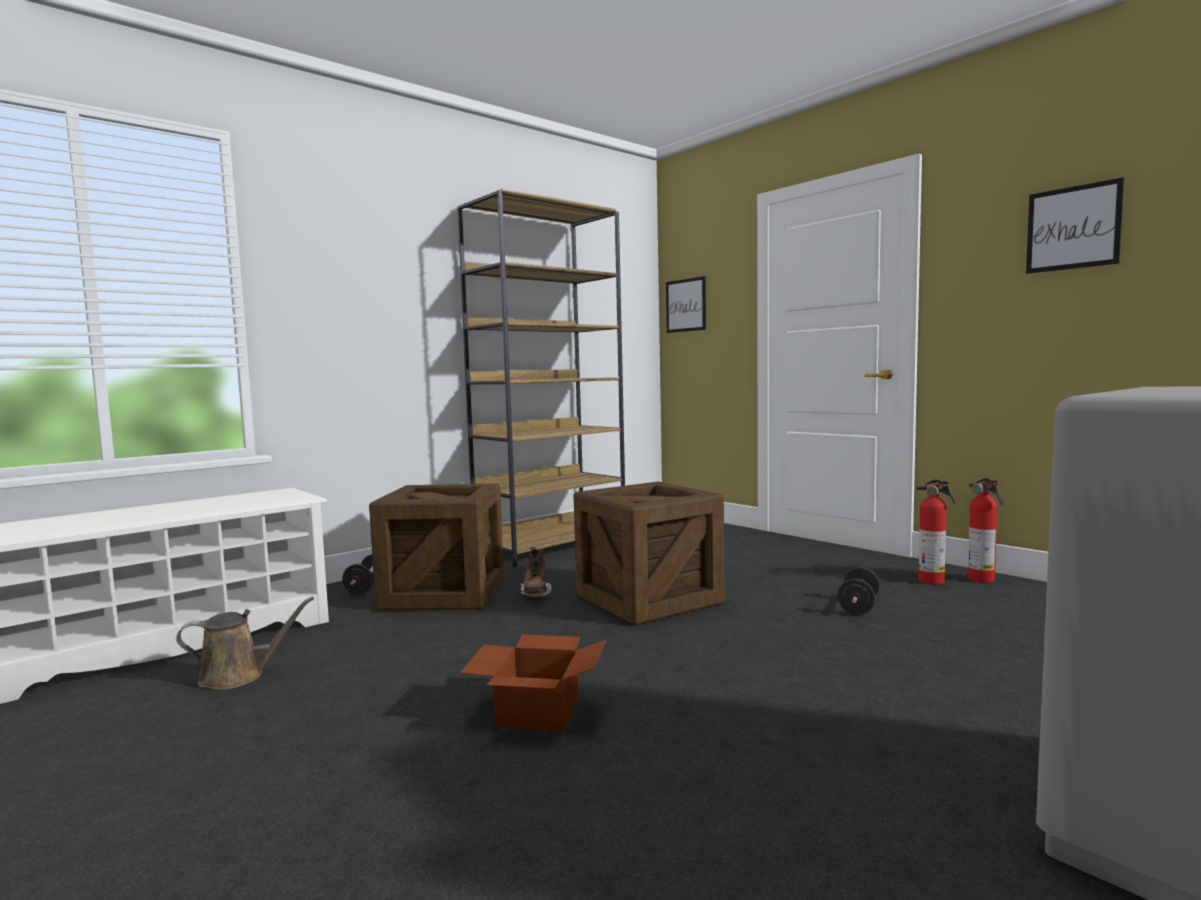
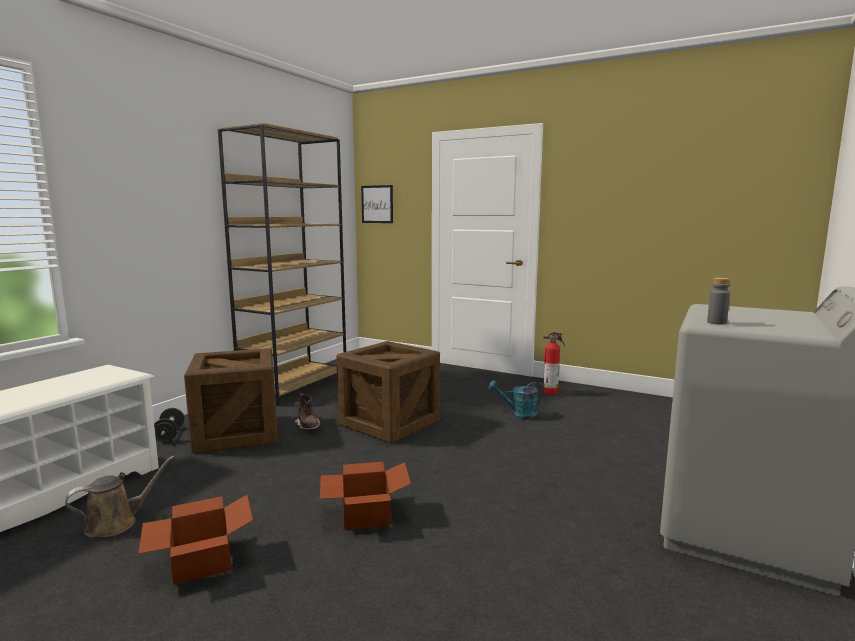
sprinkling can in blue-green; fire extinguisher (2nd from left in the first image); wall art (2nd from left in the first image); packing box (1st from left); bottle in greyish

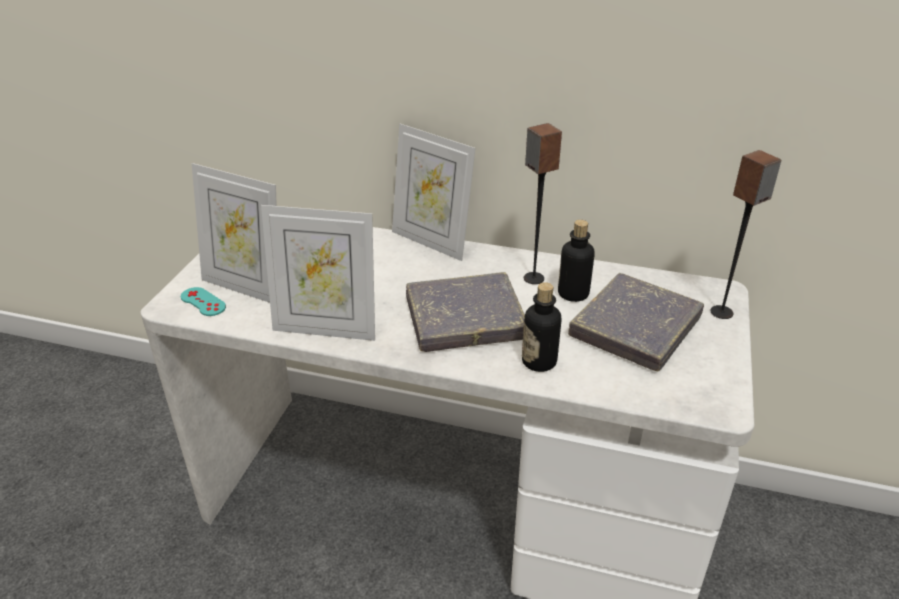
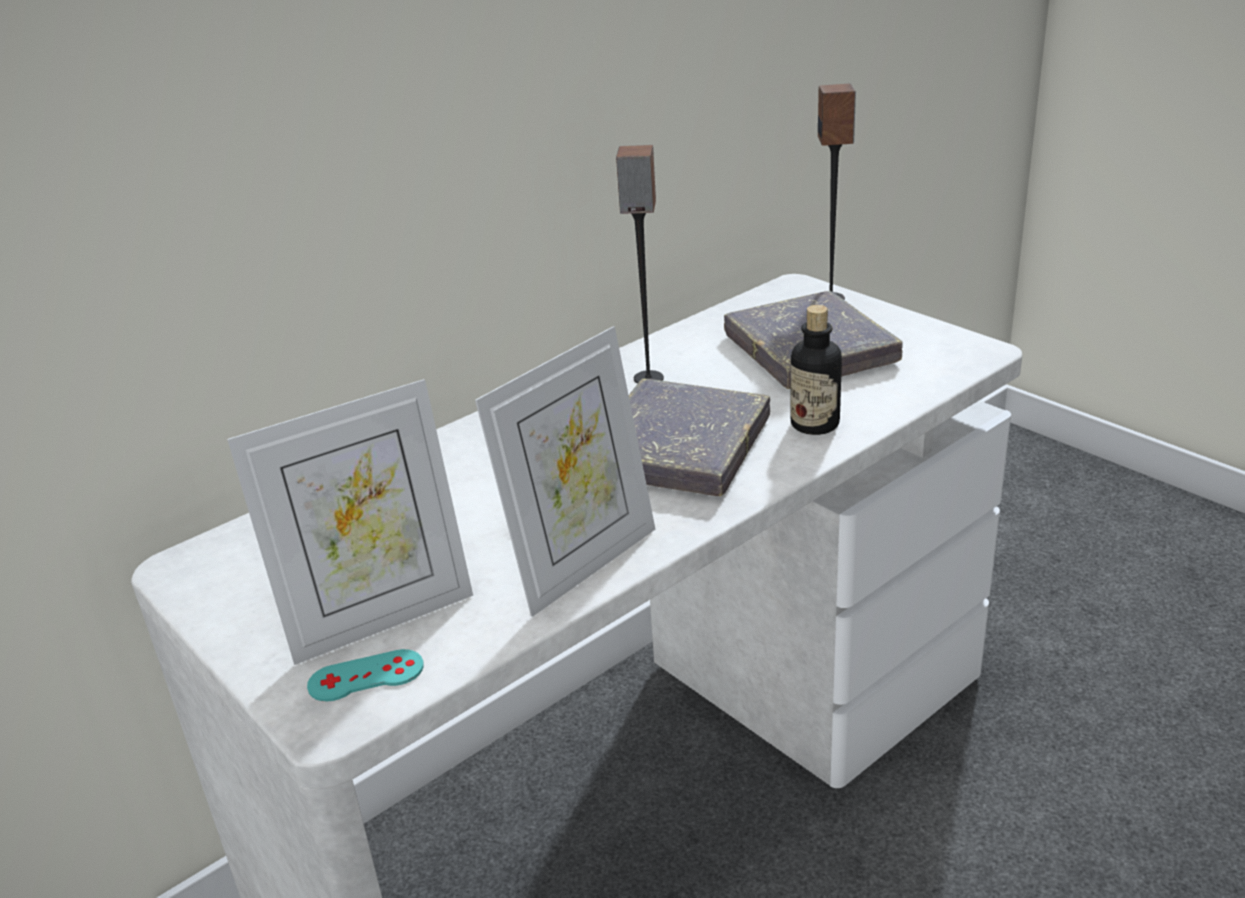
photo frame (3rd from left in the first image); bottle (2nd from left in the first image)

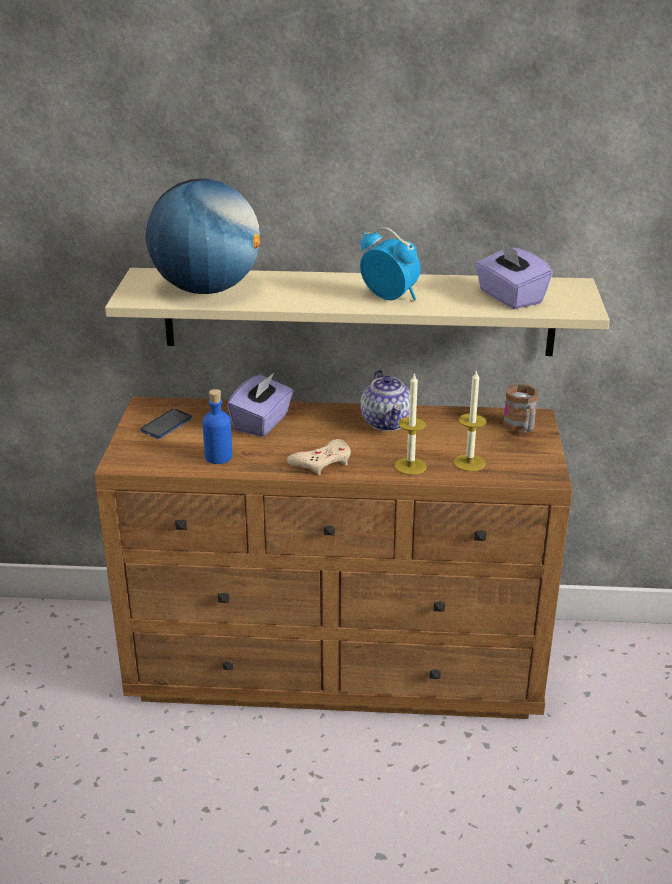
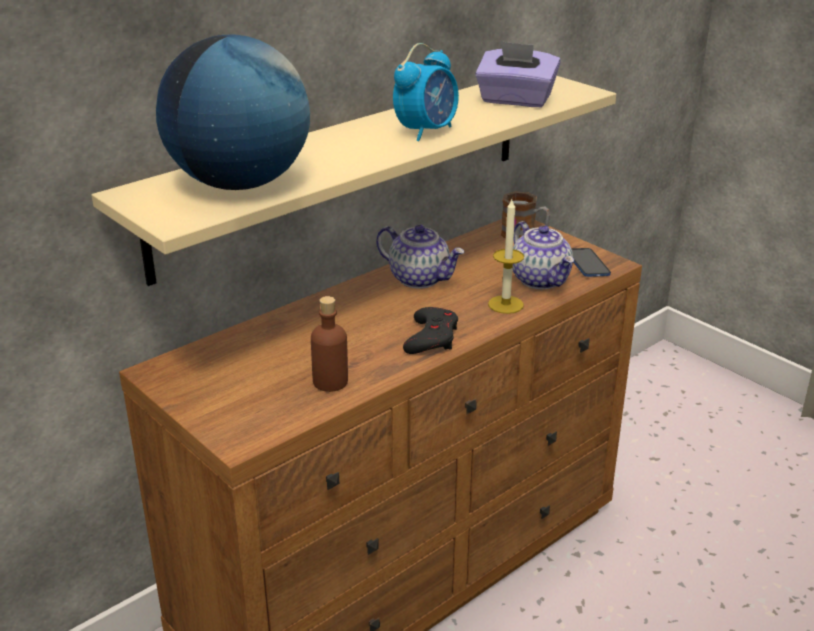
telephone; bottle in brownish; tissue box in purplish (1st from left in the first image); gamepad in black-coloured; bedside clock; teapot (2nd from left)

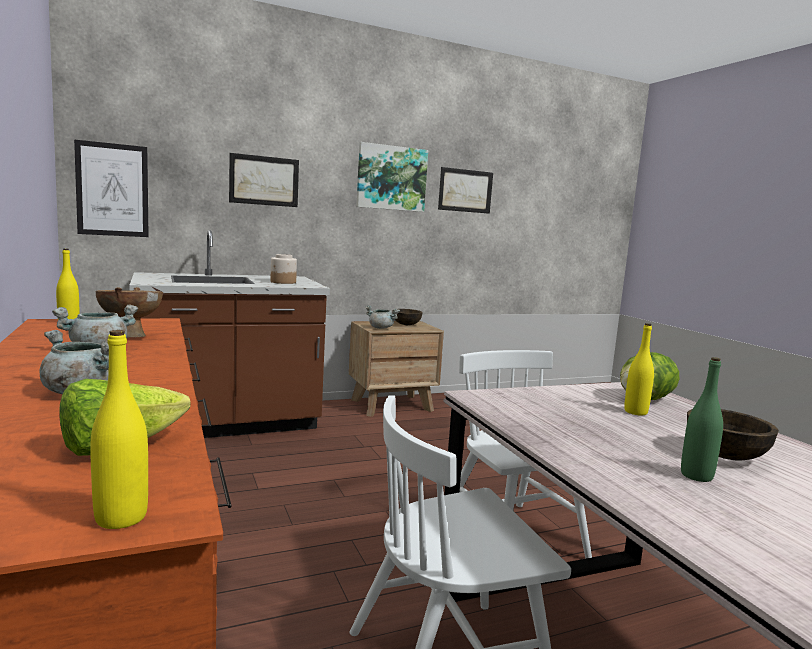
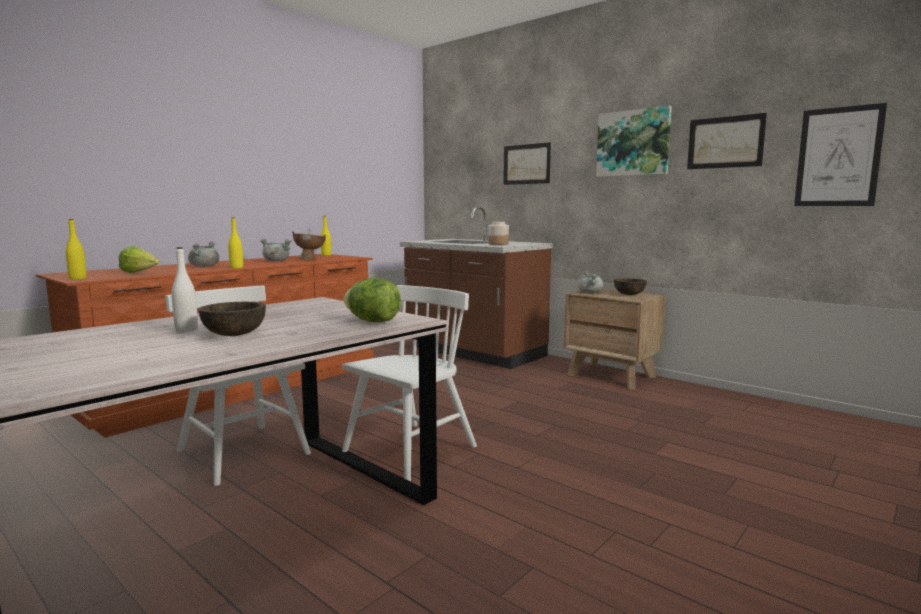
wall art (4th from left); bottle in yellow-coloured (2nd from left); bottle in white

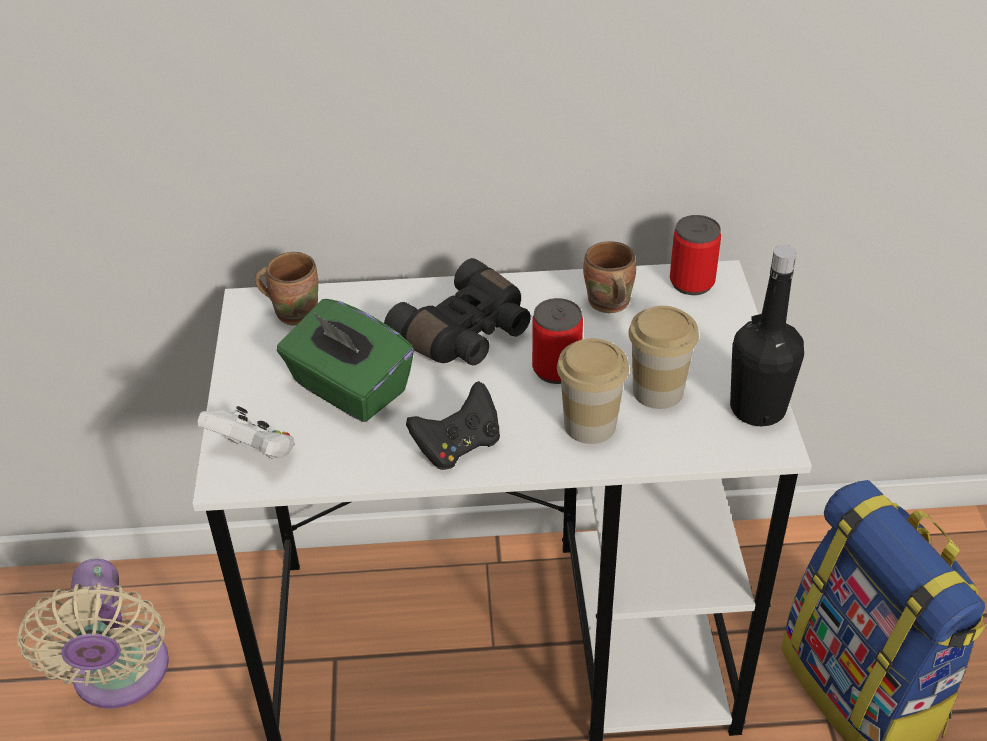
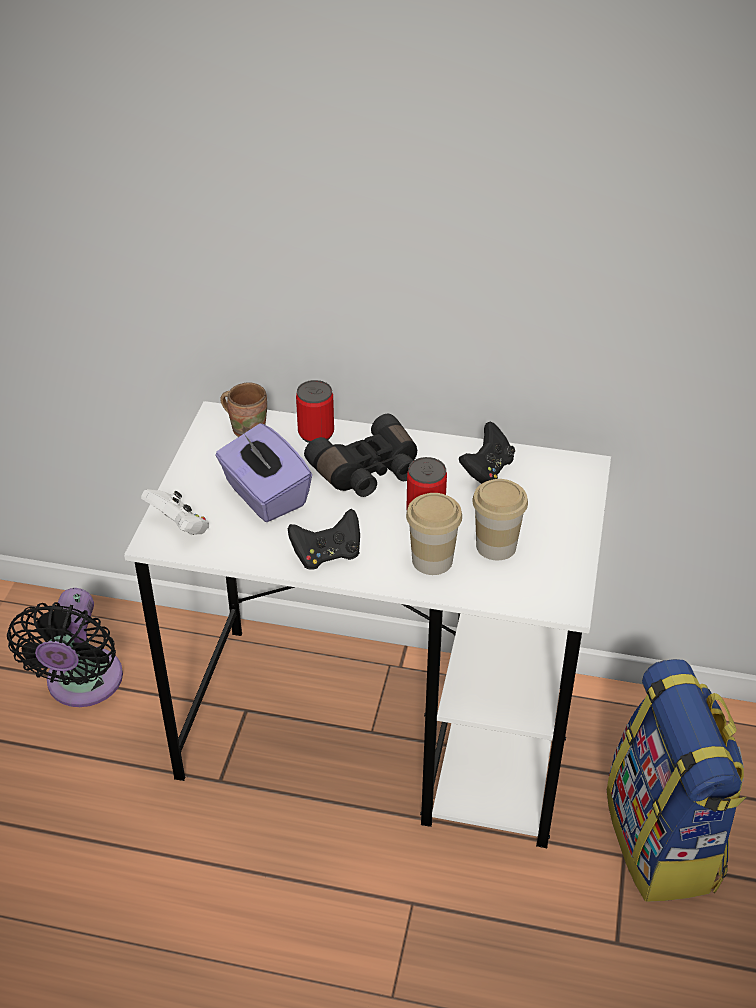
cooling fan in black-coloured; tissue box in purplish; gamepad in black-coloured (2nd from left); can (1st from left); bottle in black-coloured

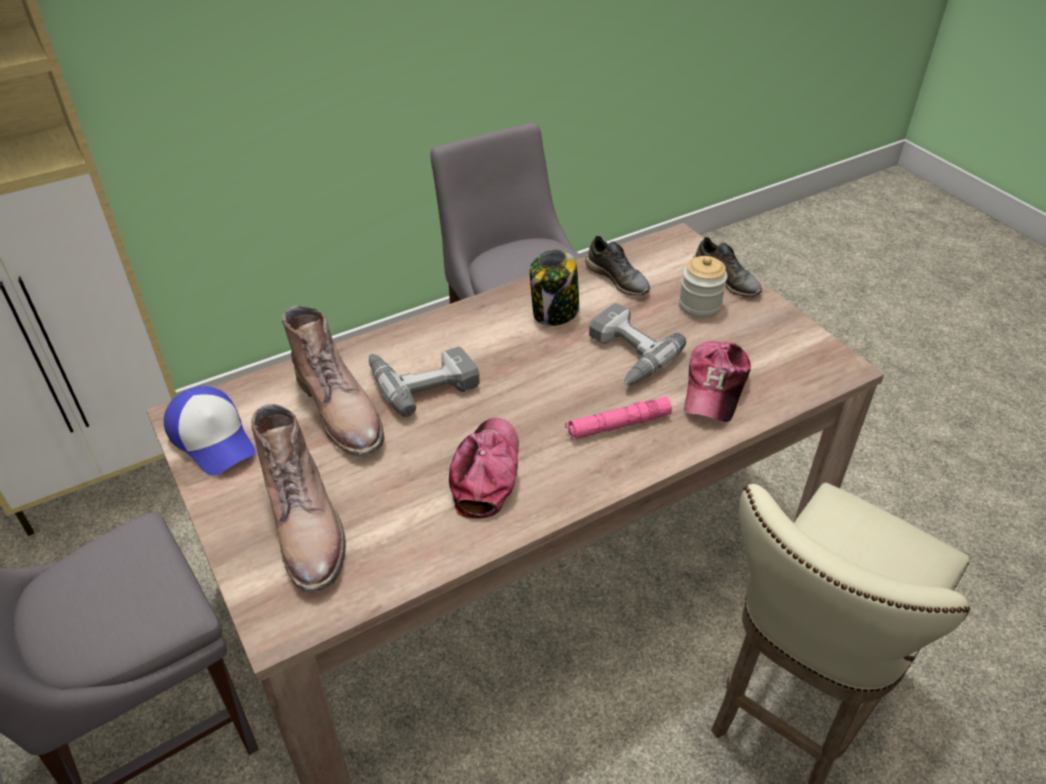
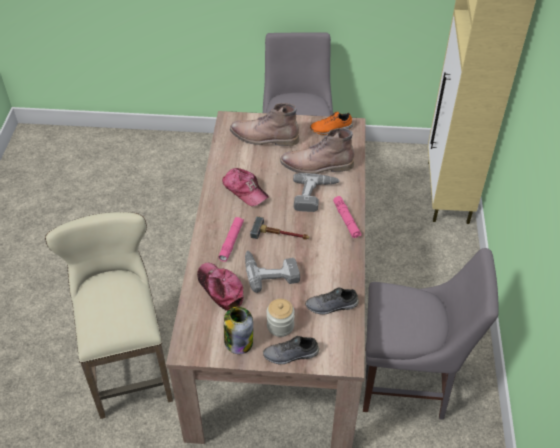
item of footwear in orange; preserve jar (1st from left); tool hammer; flashlight in pinkish (2nd from left)

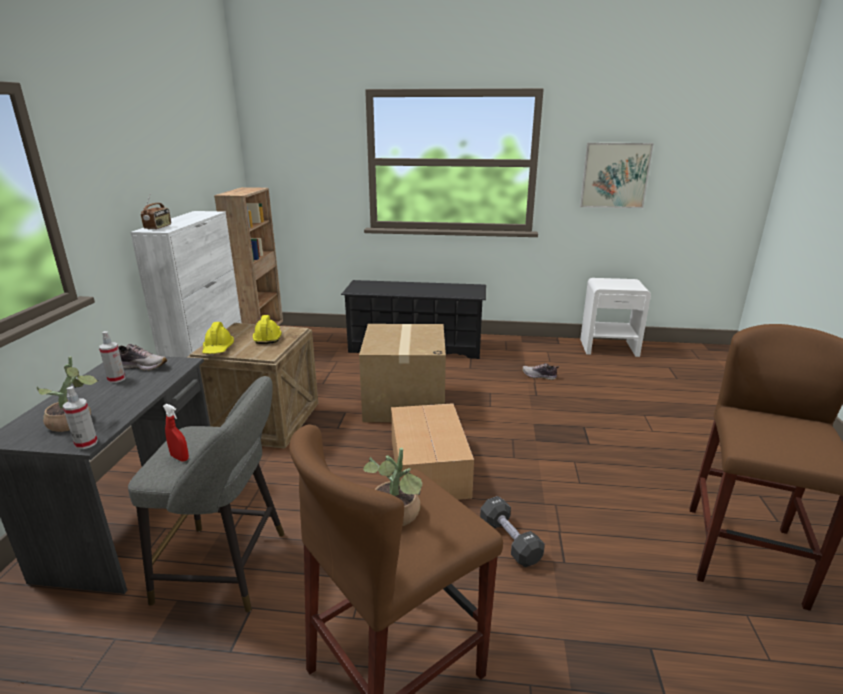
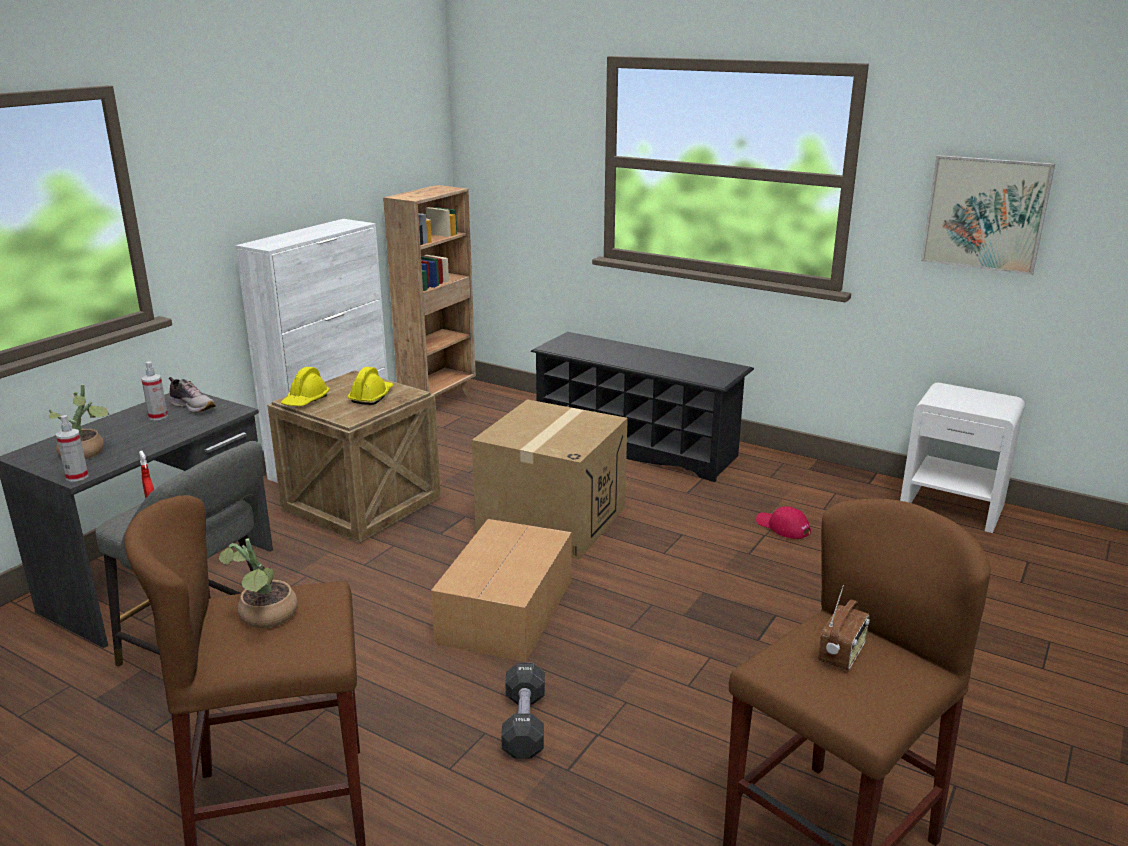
radio; cap in red

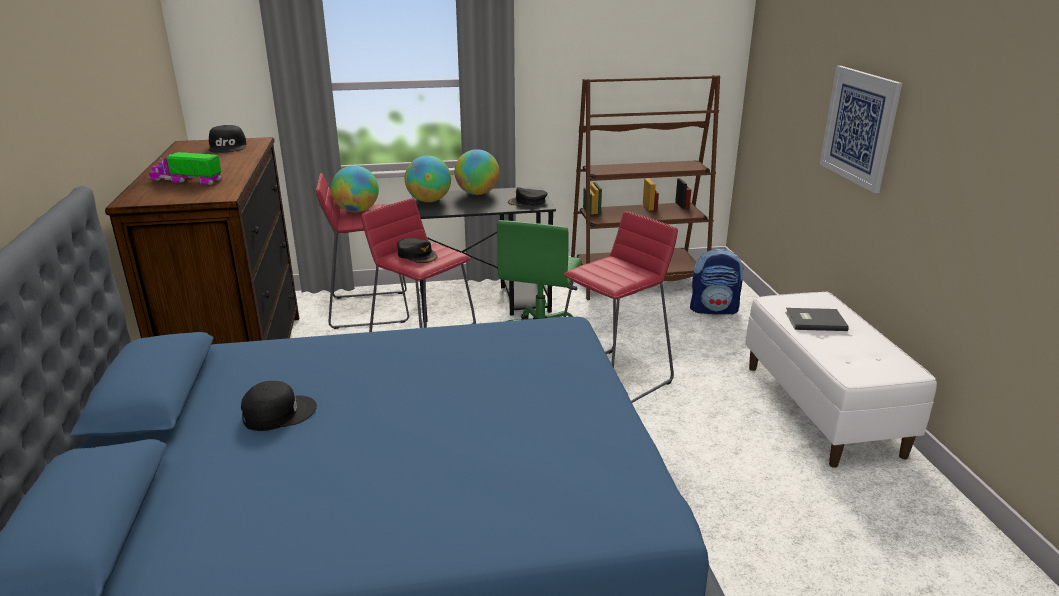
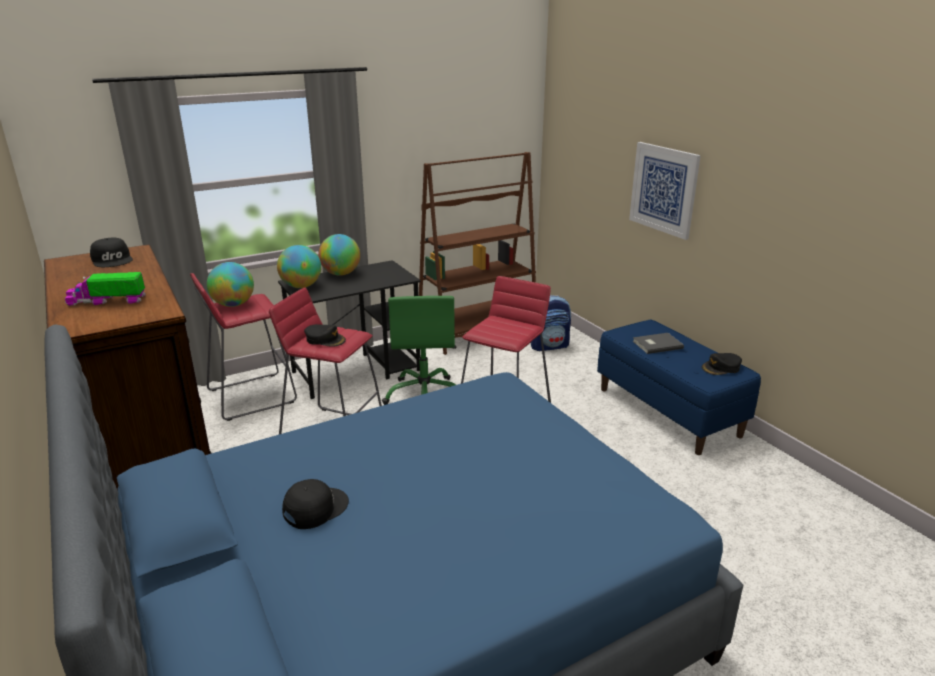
cap in black-coloured (4th from left); long seat in blue

